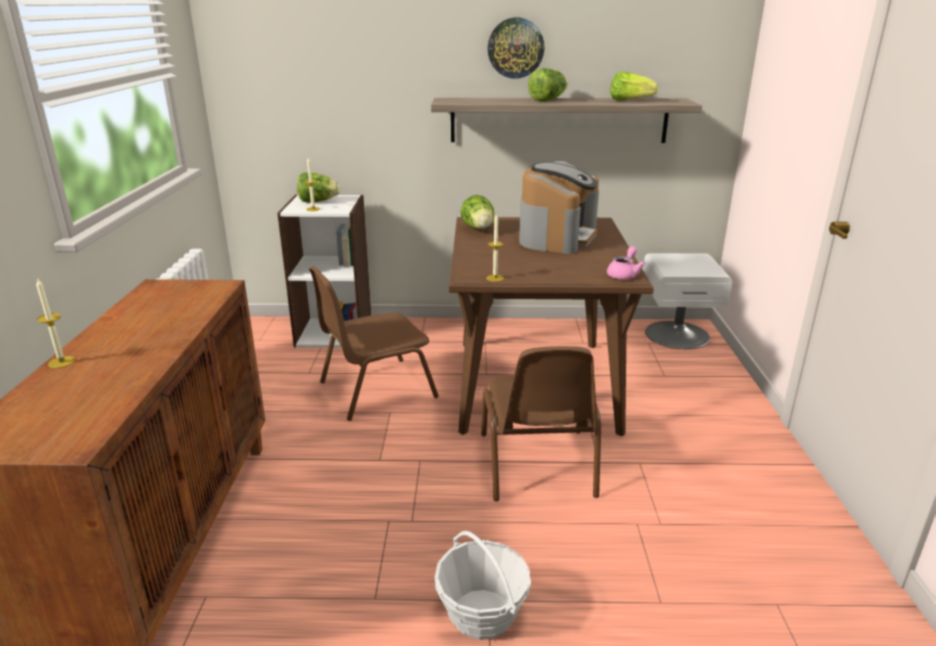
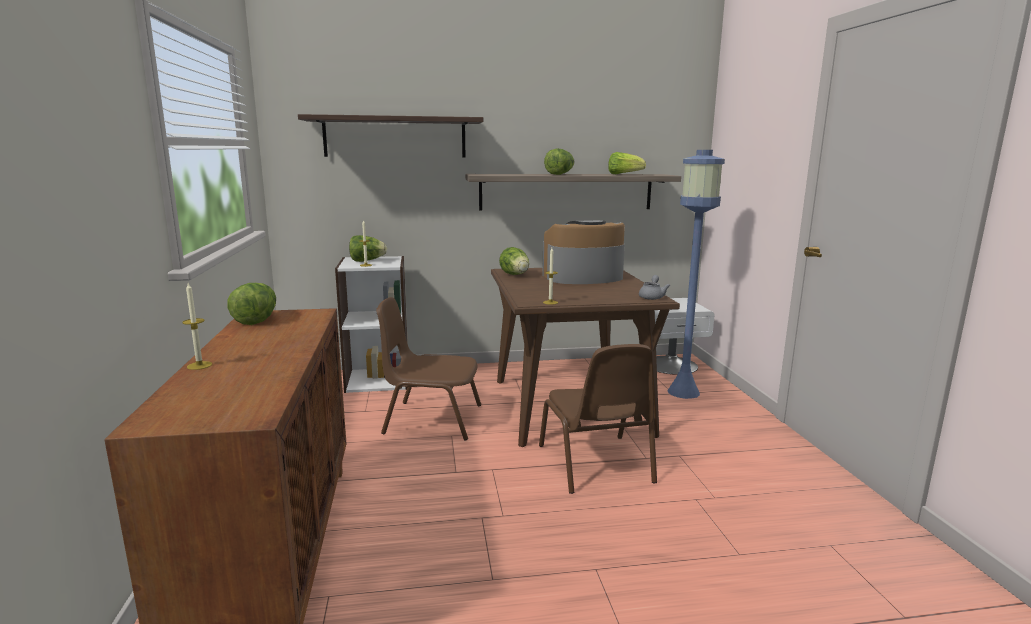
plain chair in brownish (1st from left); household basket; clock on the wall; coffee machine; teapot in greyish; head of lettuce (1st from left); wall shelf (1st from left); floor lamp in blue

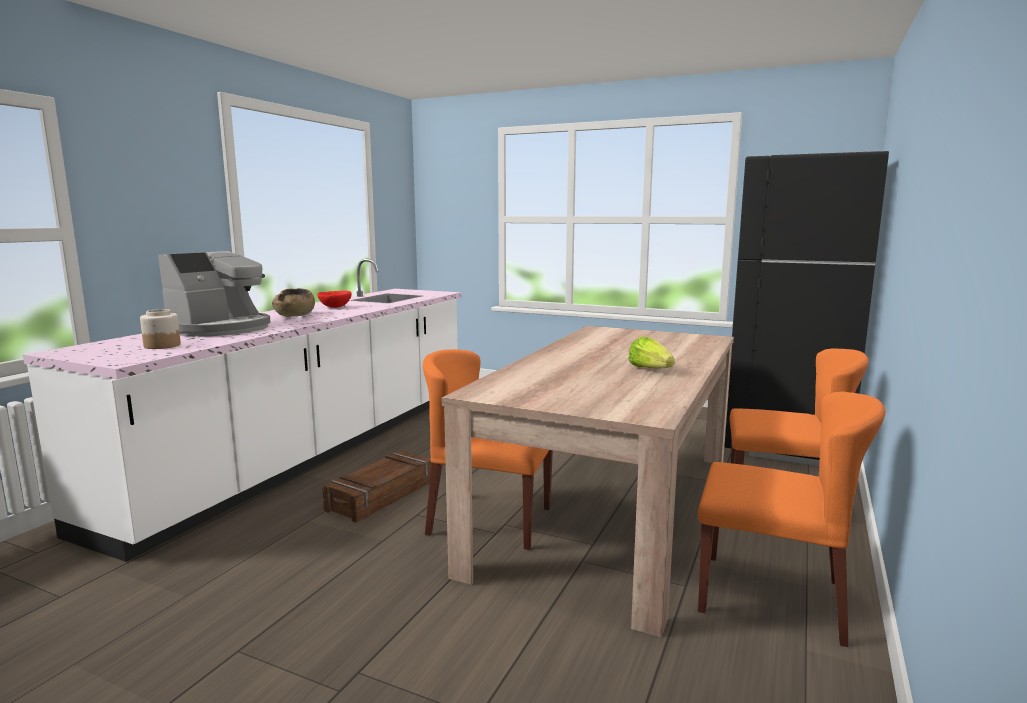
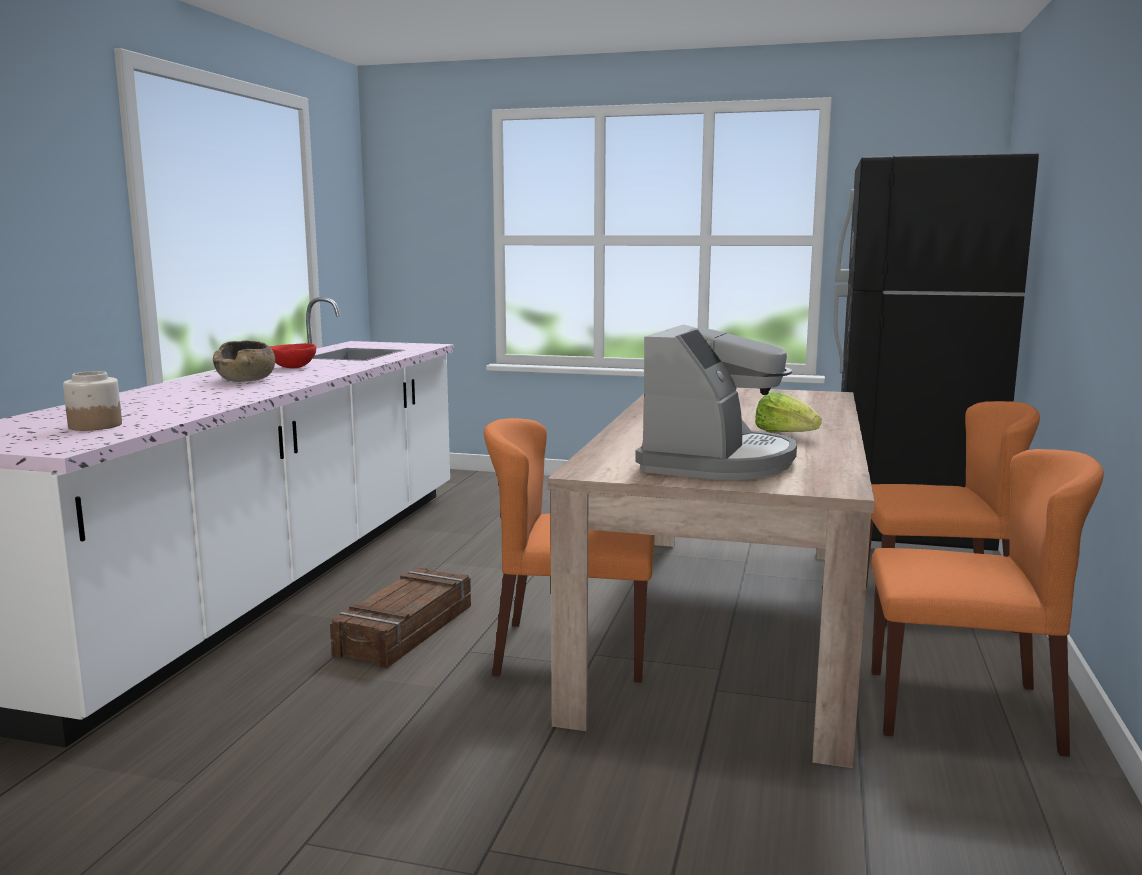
coffee machine

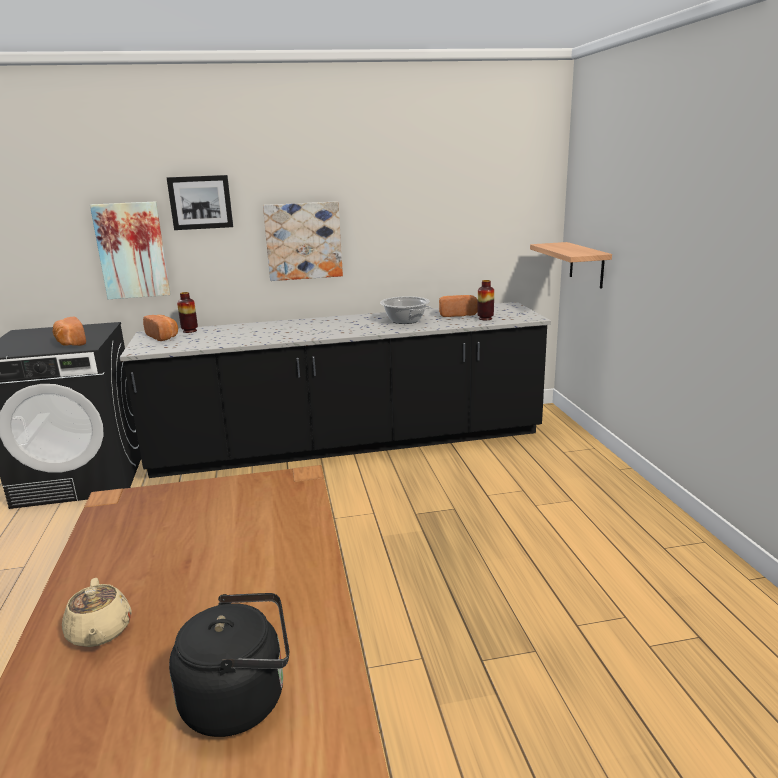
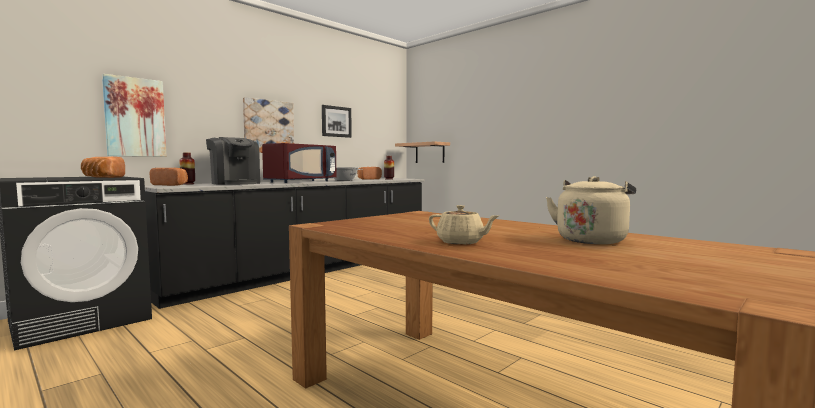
wall art (3rd from left); kettle in sand-coloured; coffee machine; kitchen microwave in red

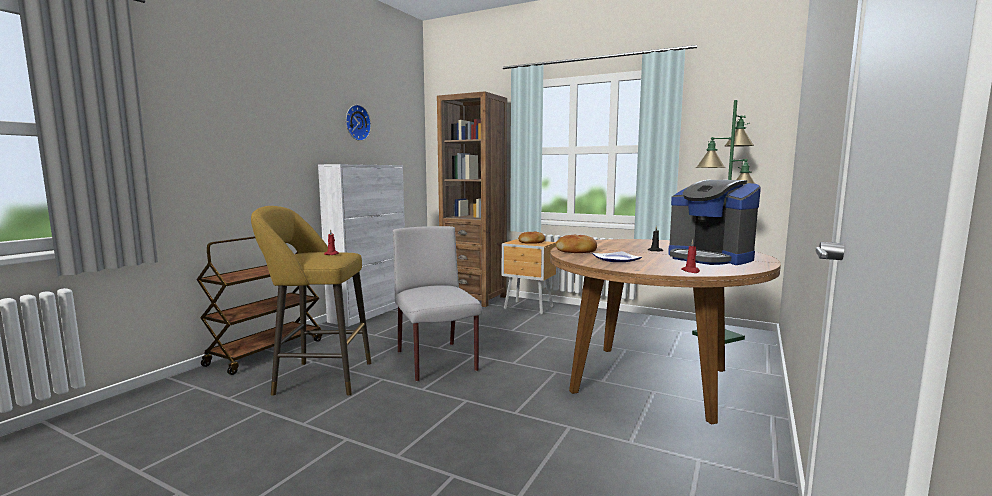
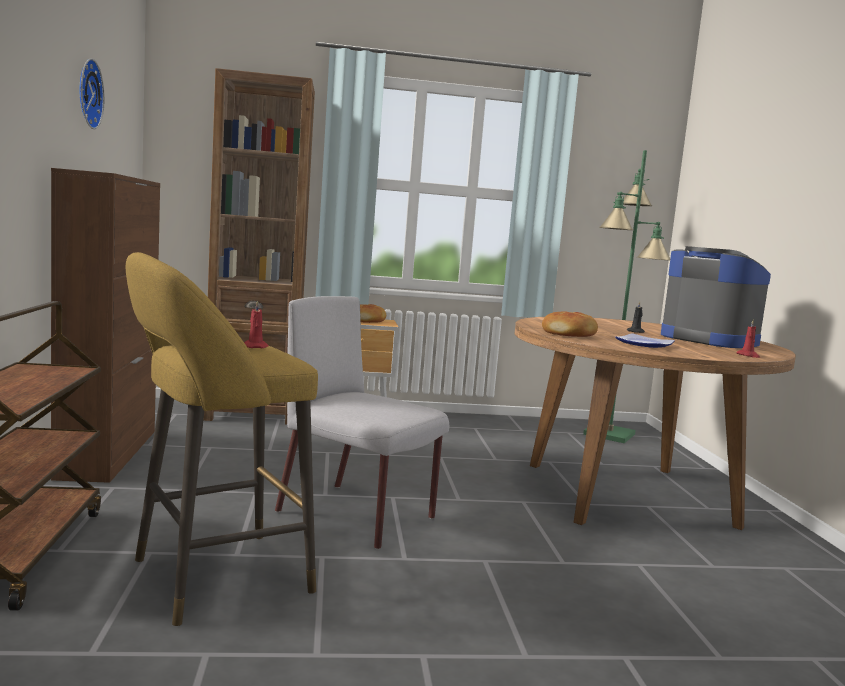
cabinet in brownish; coffee machine

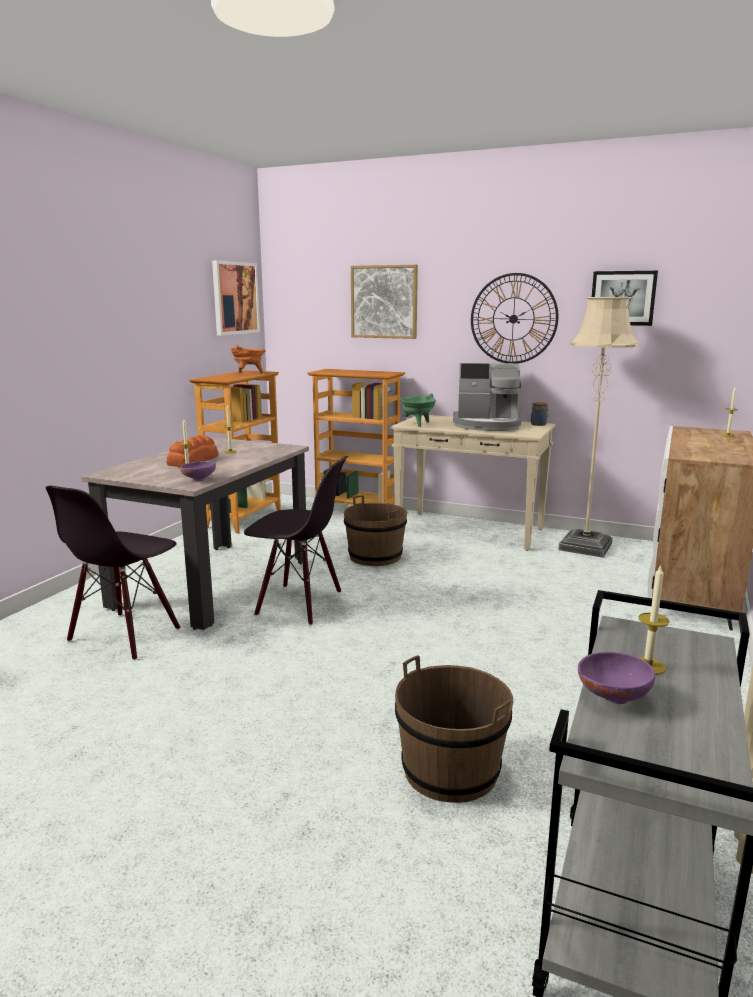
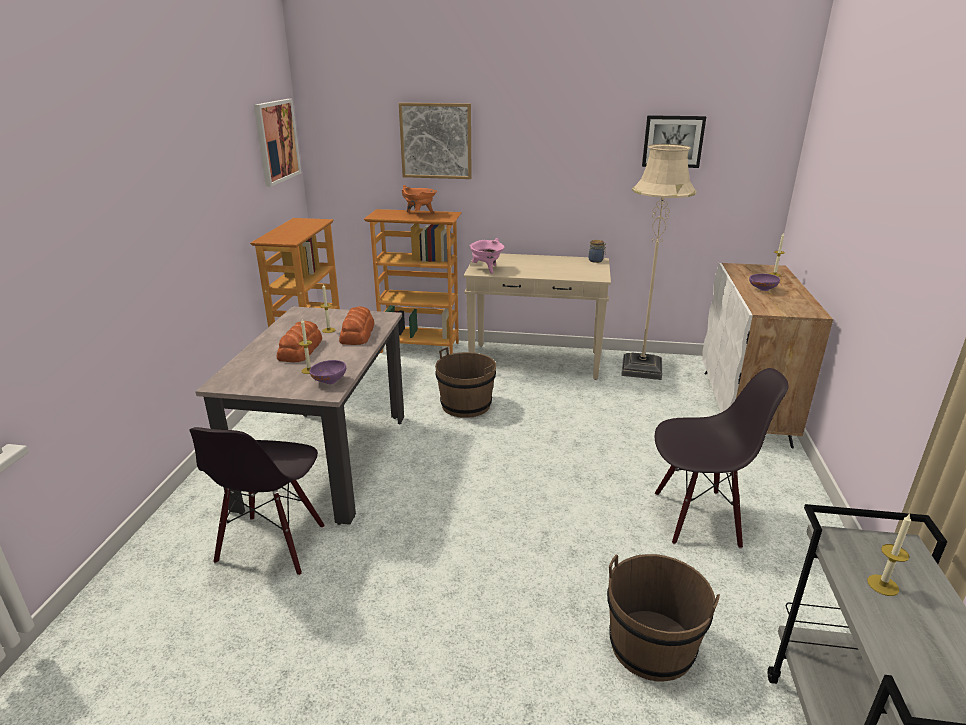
stockpot in orange; plain chair in black-coloured (2nd from left); stockpot in pinkish; coffee machine; clock on the wall; bowl in purplish (2nd from left); bread (2nd from left)

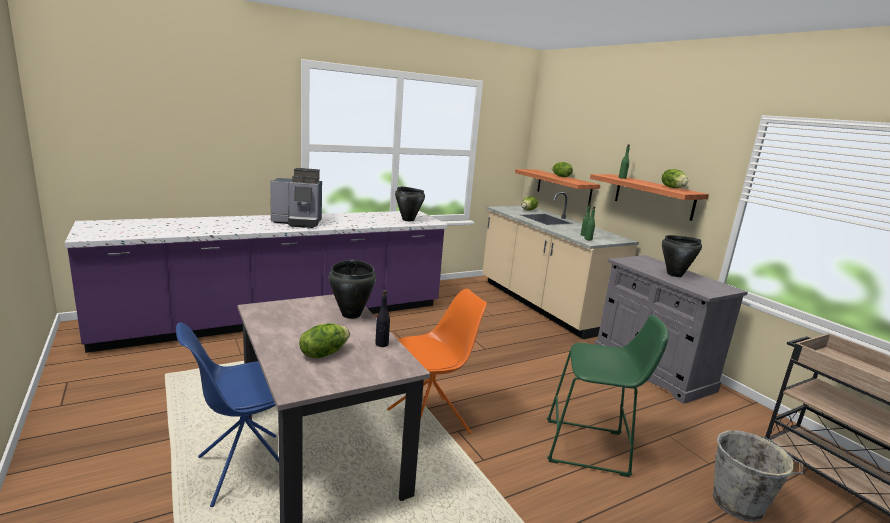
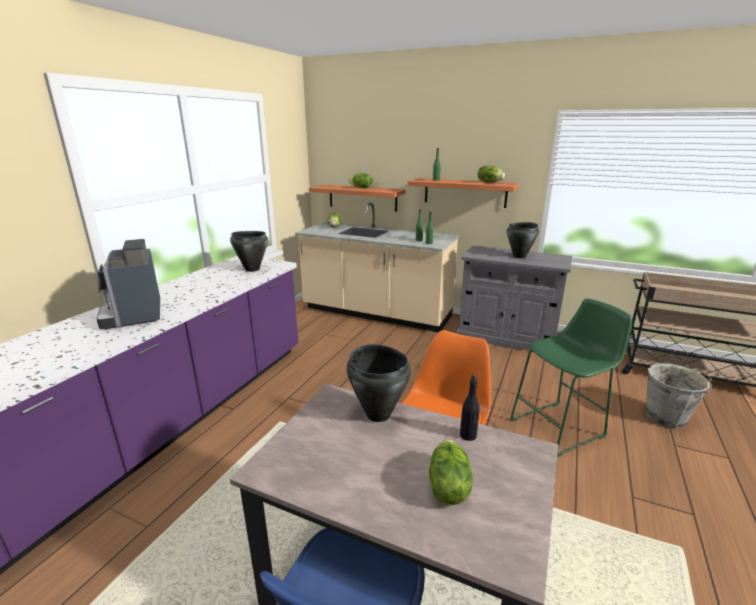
coffee machine

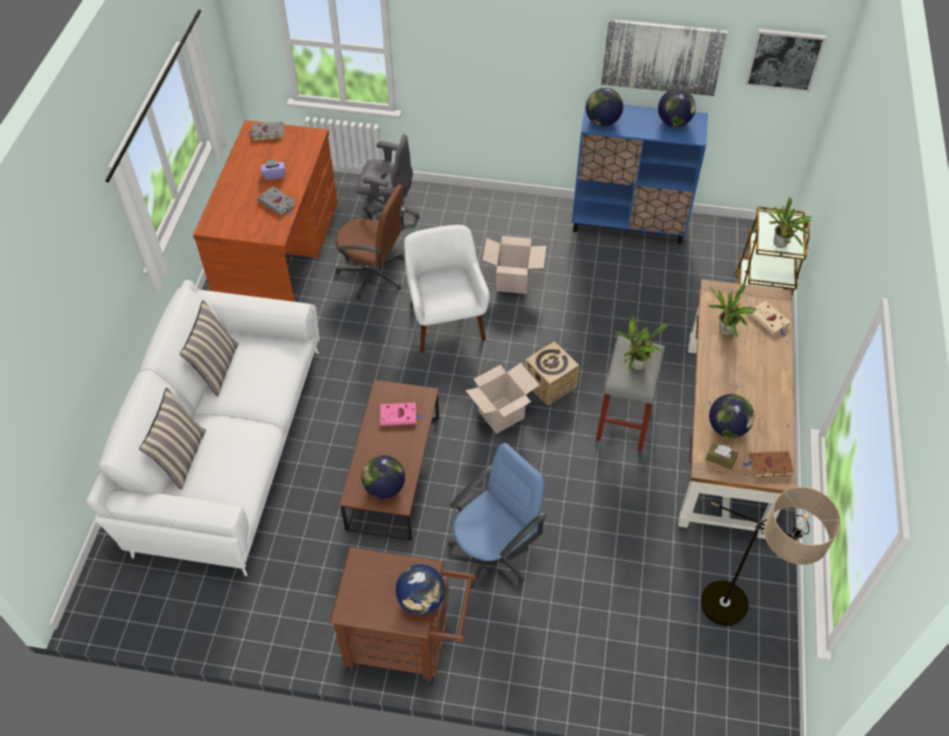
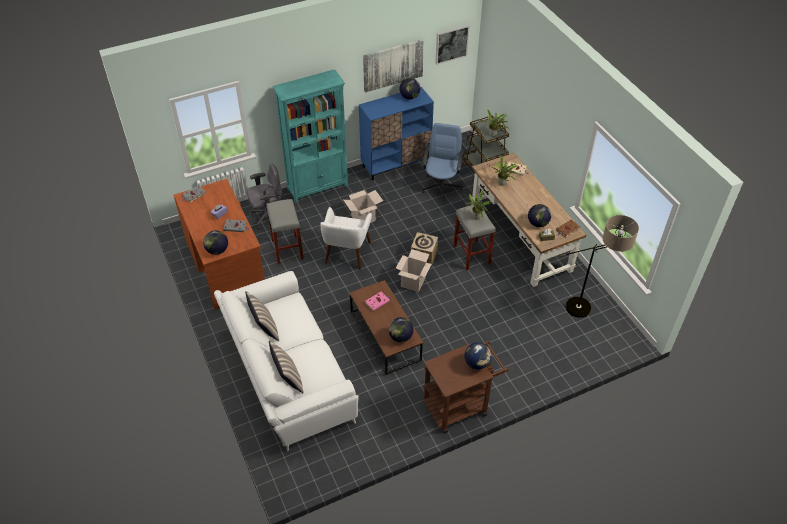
sitting stool in greyish (1st from left); lounge chair in white; office chair in blue; world globe (1st from left); shelving unit in blue-green

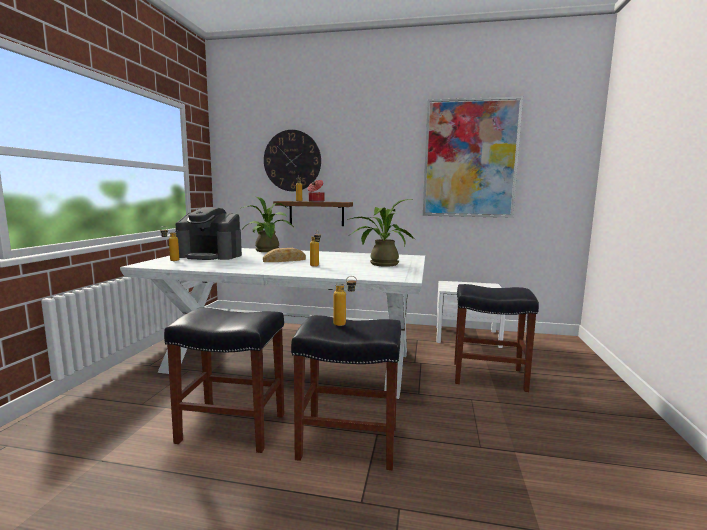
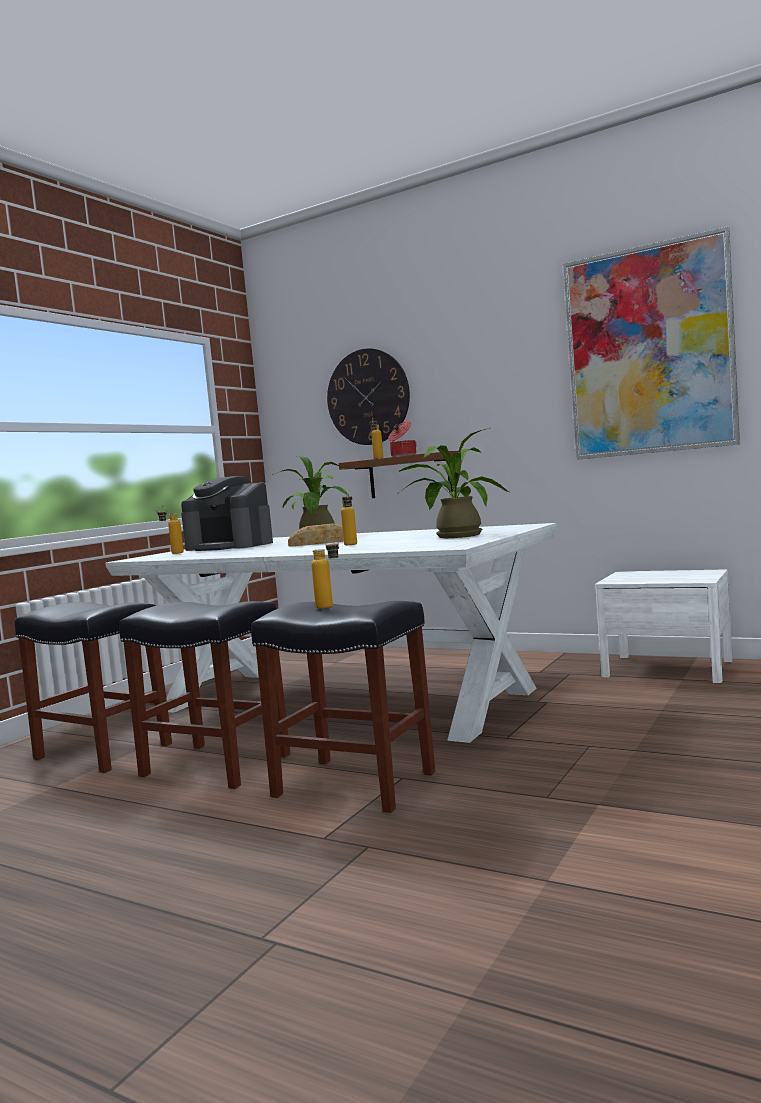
sitting stool in black-coloured (1st from left)

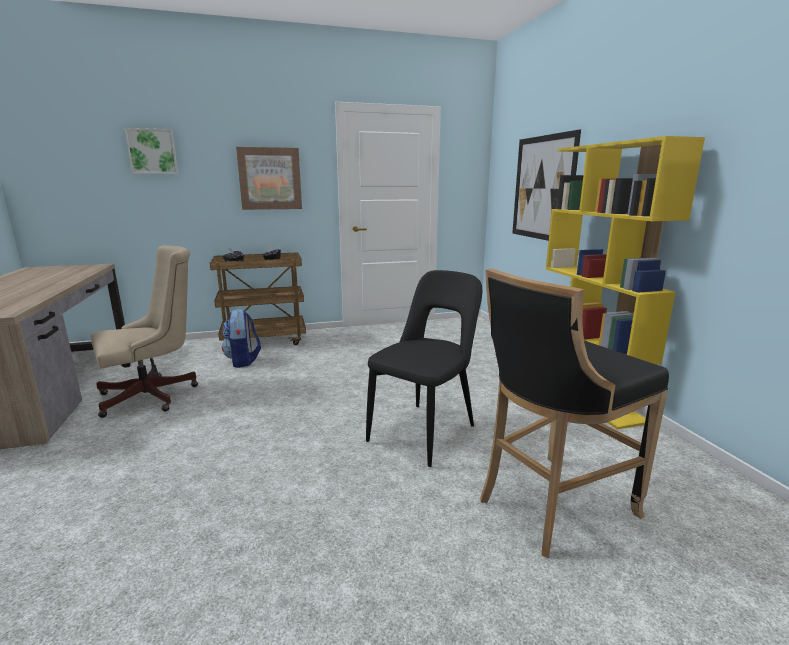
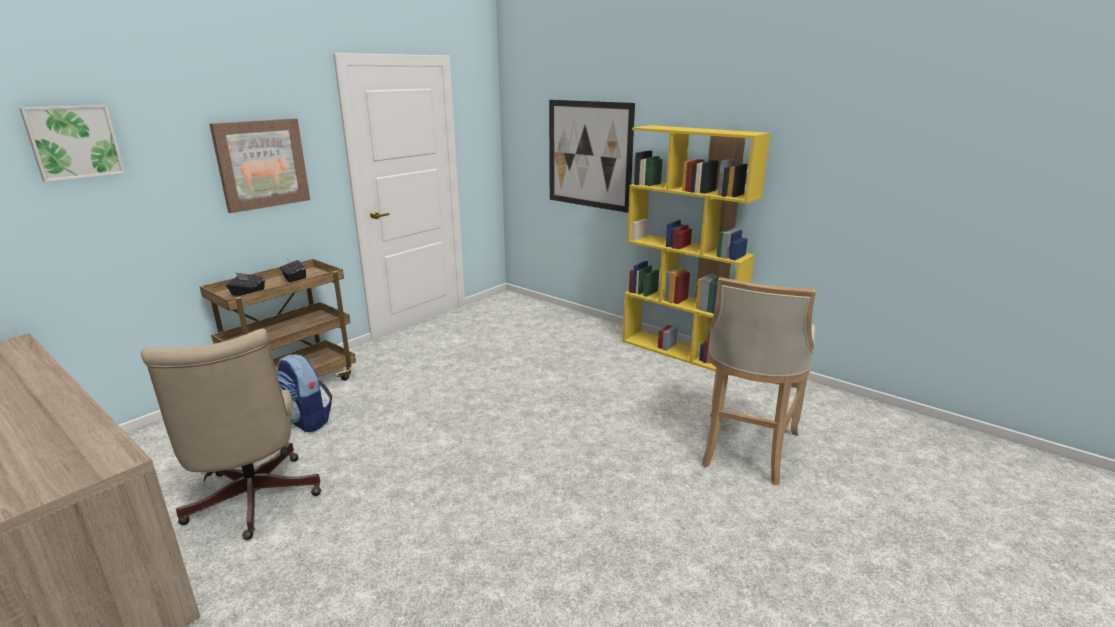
office chair in sand-coloured; plain chair in black-coloured; sitting stool in sand-coloured

